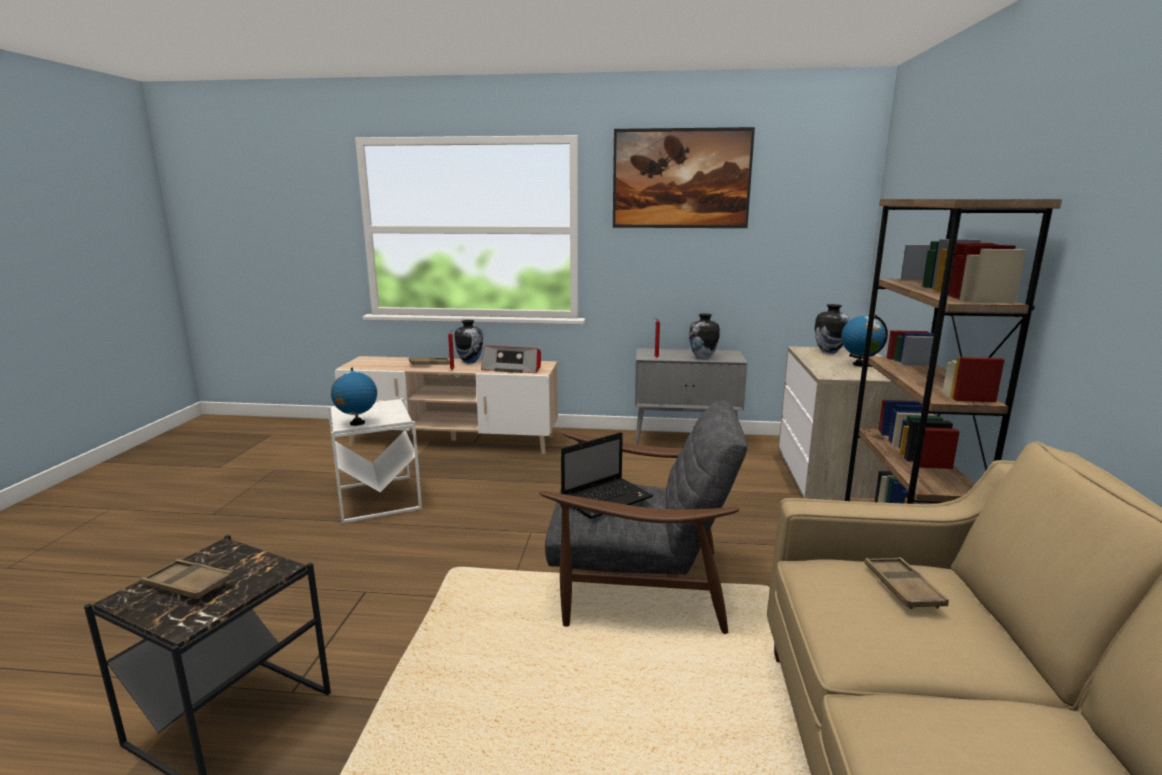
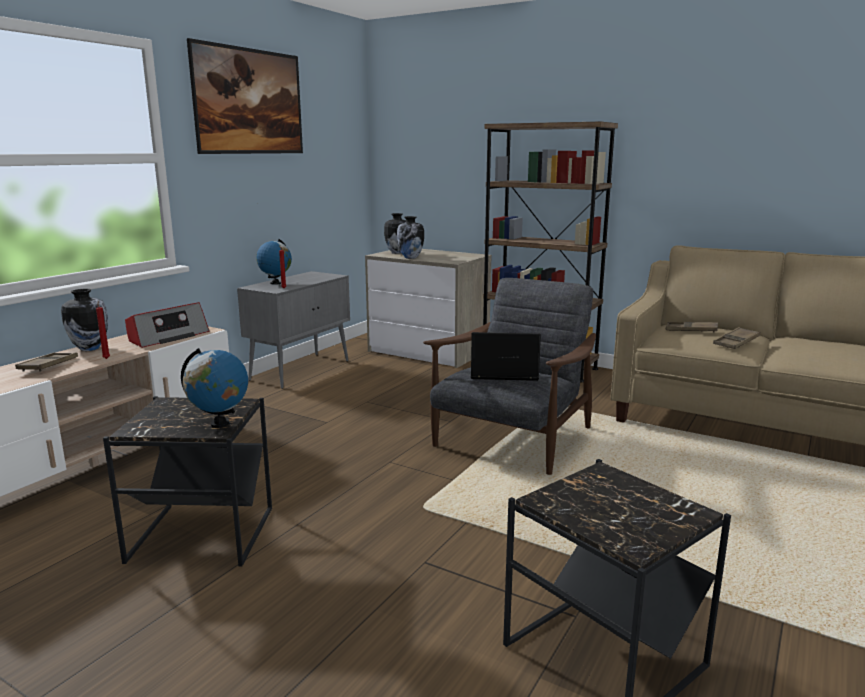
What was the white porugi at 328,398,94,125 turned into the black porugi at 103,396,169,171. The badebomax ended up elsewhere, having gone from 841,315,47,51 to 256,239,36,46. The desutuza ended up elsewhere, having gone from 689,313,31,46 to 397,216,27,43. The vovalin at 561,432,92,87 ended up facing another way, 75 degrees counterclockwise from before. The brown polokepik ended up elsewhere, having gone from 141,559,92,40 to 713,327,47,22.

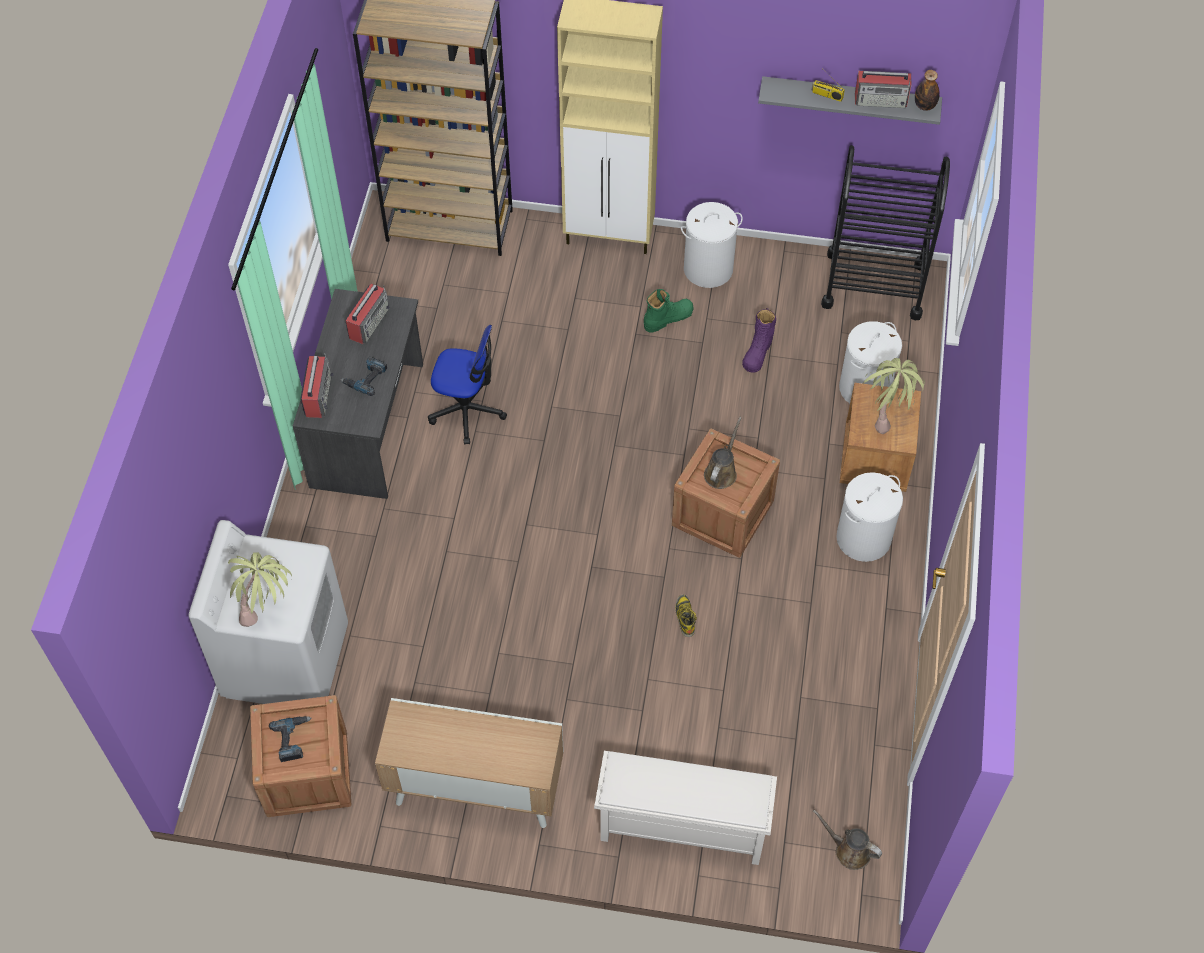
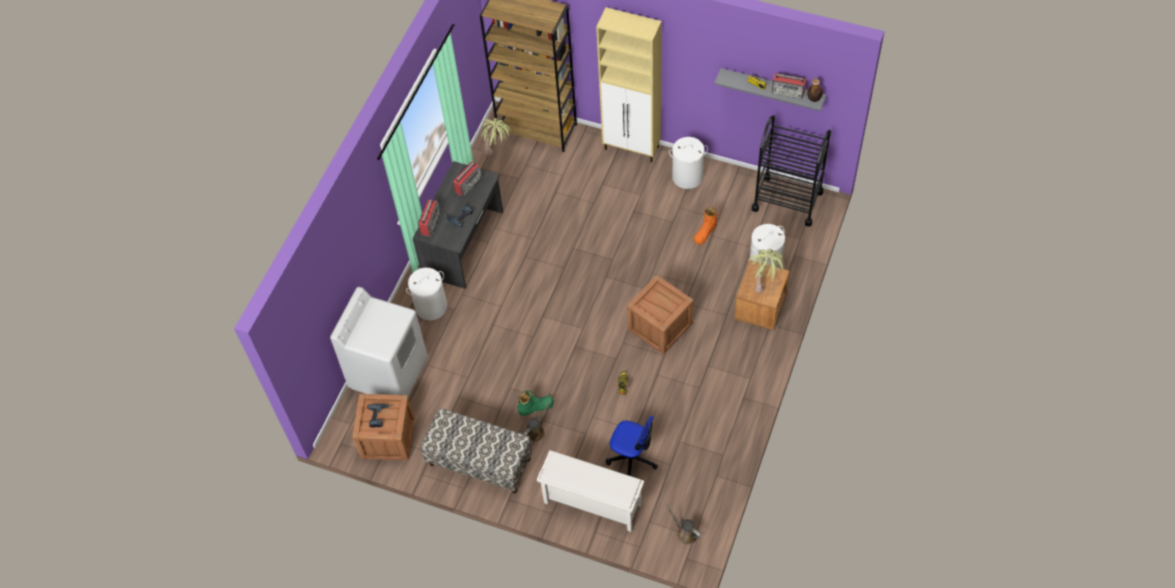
The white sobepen ended up elsewhere, having gone from 836,472,67,90 to 406,268,41,52. Where the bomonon stood at 375,698,189,130, the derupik came to stand at 421,408,111,86. The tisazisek ended up elsewhere, having gone from 228,552,64,75 to 481,118,30,38. The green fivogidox ended up elsewhere, having gone from 644,289,50,44 to 518,391,36,25. The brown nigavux ended up elsewhere, having gone from 704,417,38,72 to 524,400,26,42. The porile ended up elsewhere, having gone from 428,325,79,120 to 606,416,52,60. What was the purple fivogidox at 742,308,34,65 turned into the orange fivogidox at 694,206,23,39.

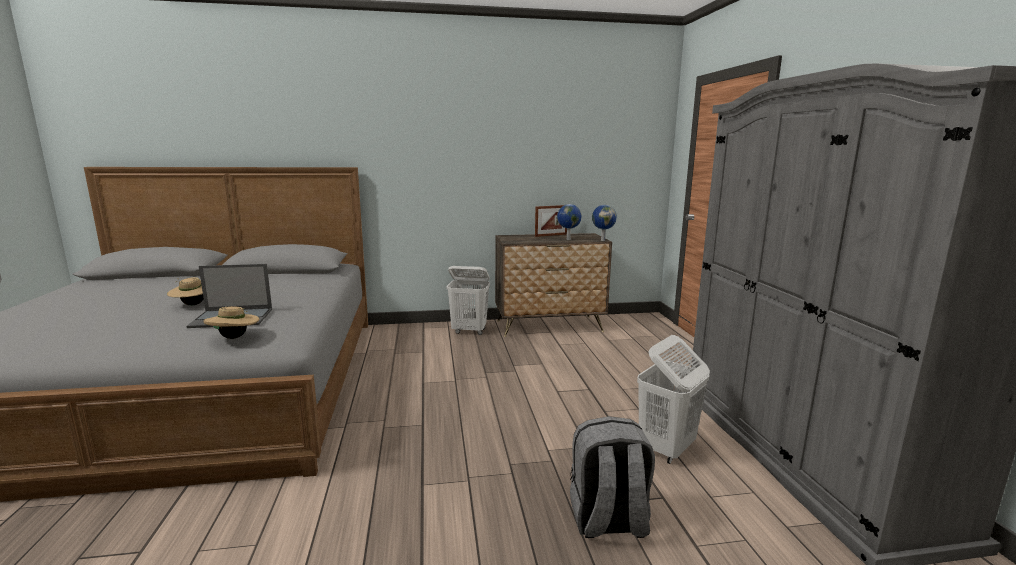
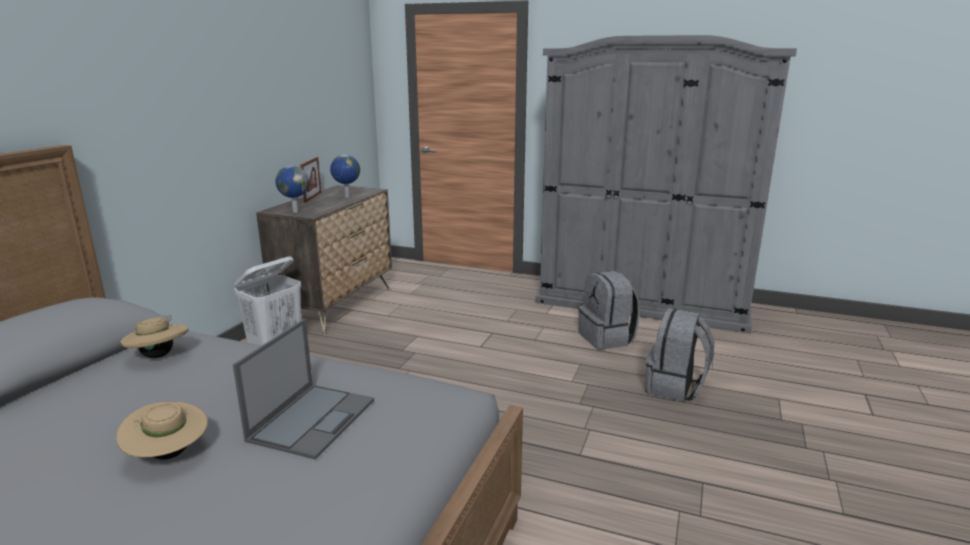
The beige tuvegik ended up elsewhere, having gone from 203,306,56,33 to 120,314,68,44. The badebomax ended up elsewhere, having gone from 592,205,25,36 to 275,165,34,48. Where the white sobepen stood at 637,335,73,129, the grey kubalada came to stand at 578,271,62,79.

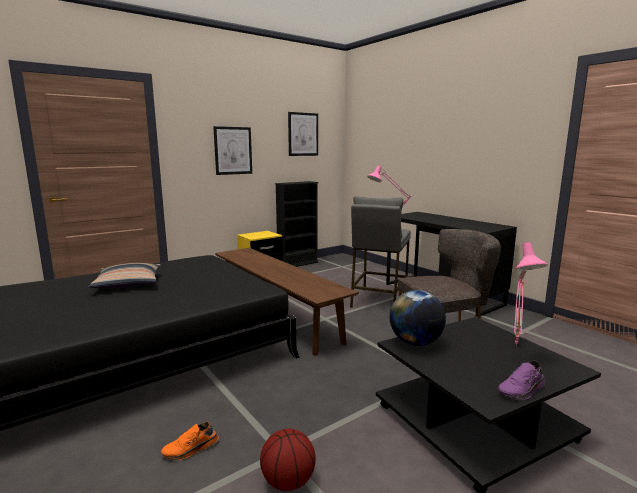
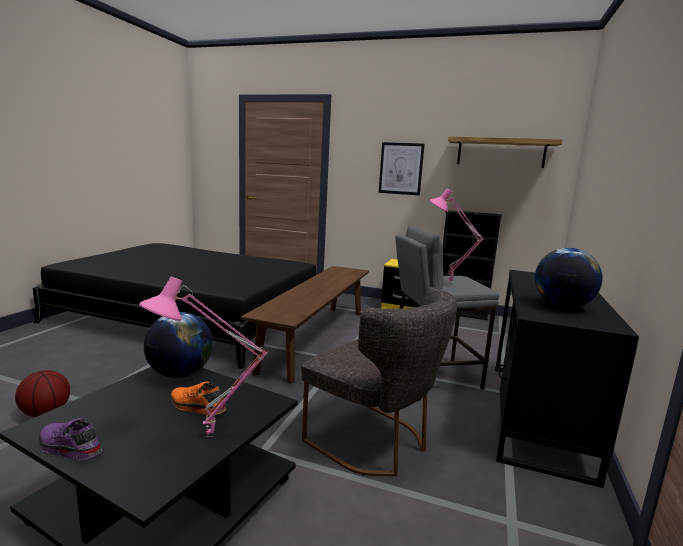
The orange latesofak ended up elsewhere, having gone from 161,422,58,38 to 171,382,55,33. Where the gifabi hung at 288,112,30,44, the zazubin came to hang at 448,136,115,32. The second view gained the badebomax at 535,248,68,60. The second view lost the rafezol at 88,263,73,25.

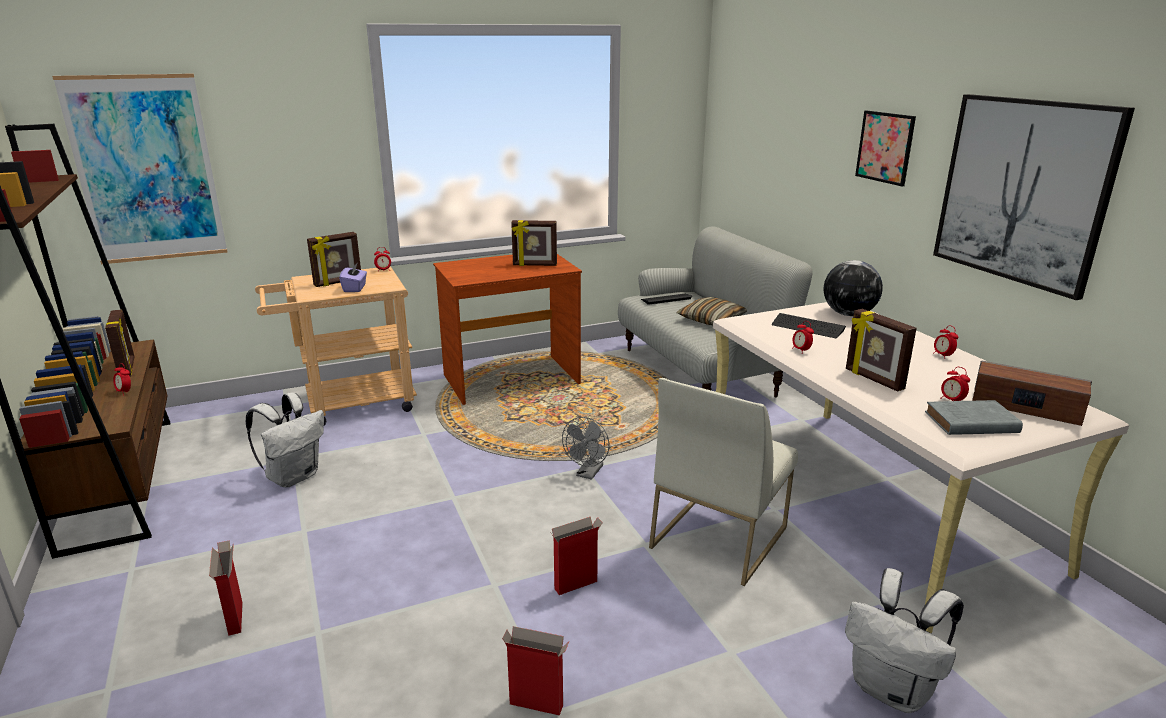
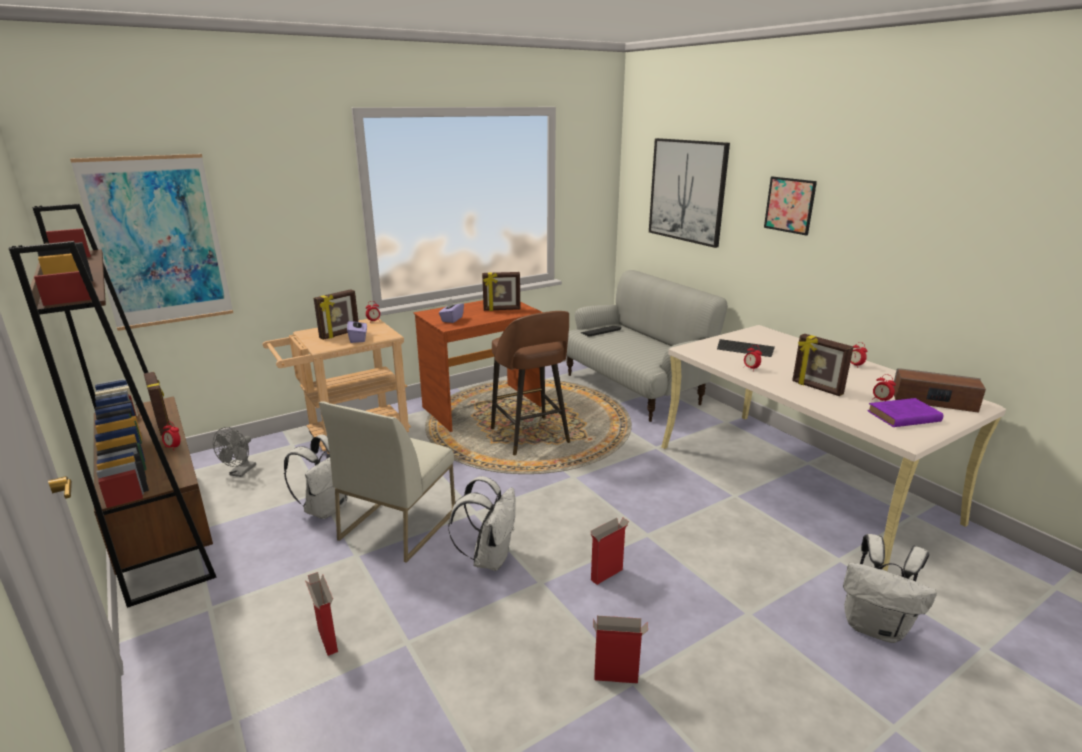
The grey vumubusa ended up elsewhere, having gone from 562,417,47,63 to 213,427,43,50. The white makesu ended up elsewhere, having gone from 649,378,149,208 to 319,401,136,162. The second view gained the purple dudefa at 439,299,25,24. The second view gained the white kubalada at 448,476,68,95. The second view gained the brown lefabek at 491,311,79,144. The gifabi ended up elsewhere, having gone from 933,94,202,206 to 649,138,81,110. What was the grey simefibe at 925,400,98,35 turned into the purple simefibe at 867,398,76,29. The second view lost the rafezol at 676,297,71,28. The second view lost the badebomax at 824,260,59,56.

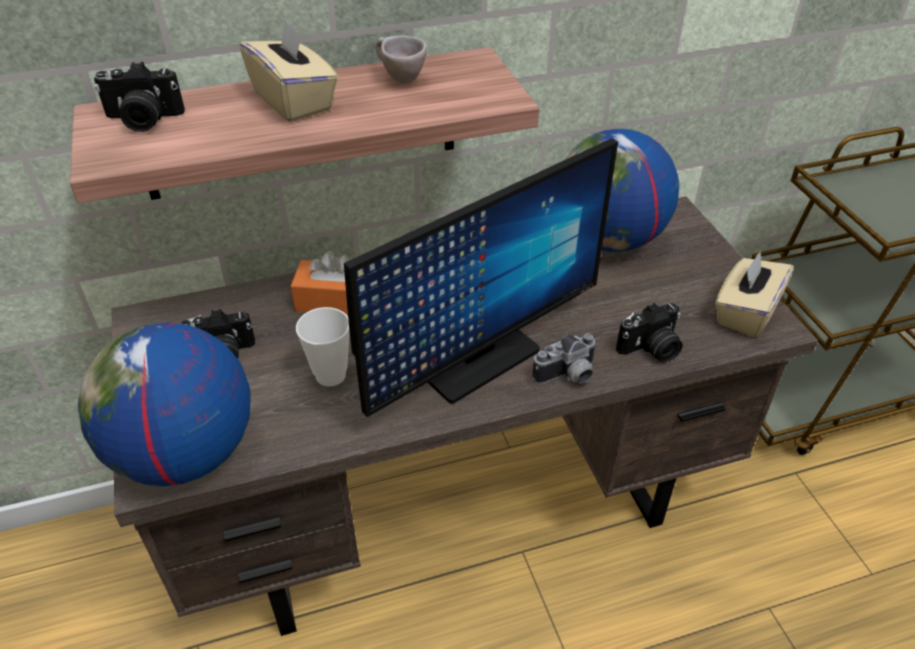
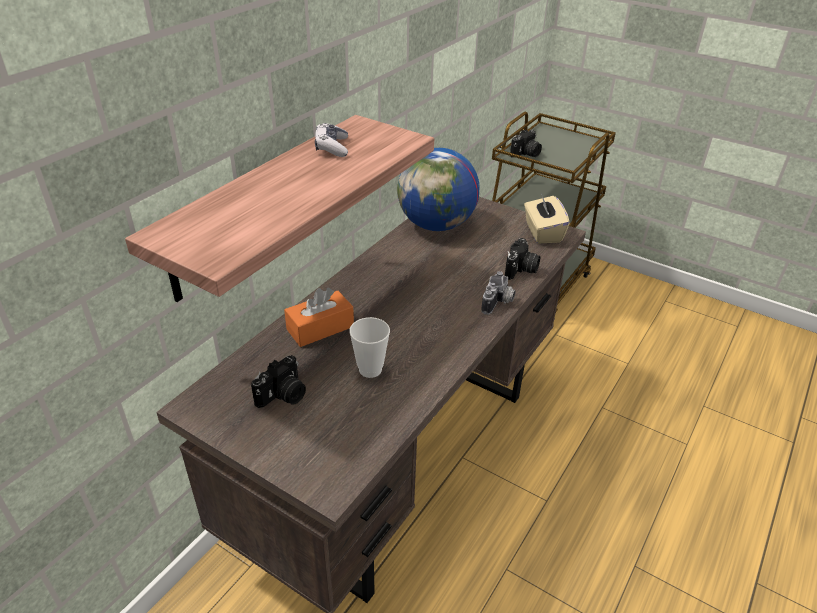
Where the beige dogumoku stood at 376,35,51,49, the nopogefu came to stand at 315,123,33,34. The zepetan ended up elsewhere, having gone from 94,62,91,70 to 510,129,32,29. The second view lost the badebomax at 78,323,173,163. The second view lost the beige dudefa at 239,18,99,104. The second view lost the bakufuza at 344,138,274,279.

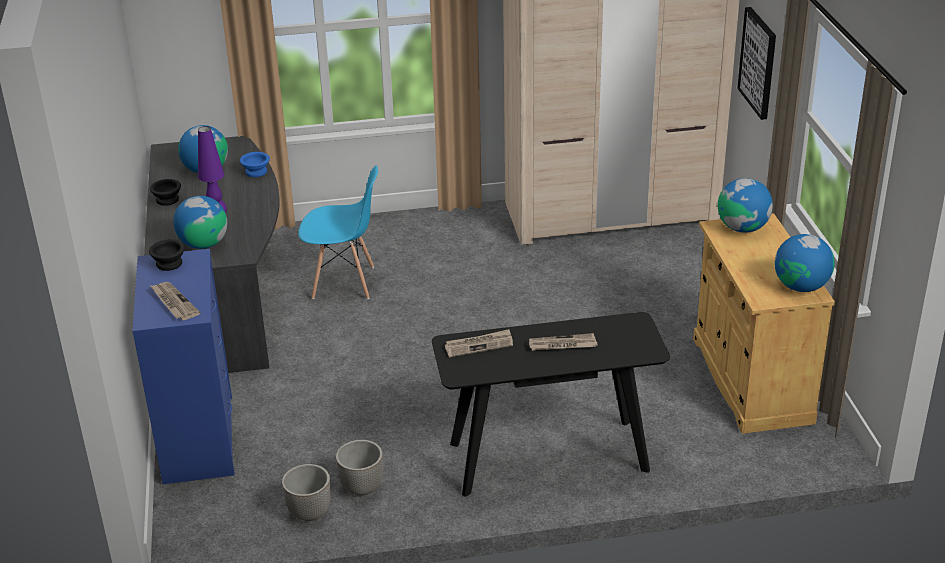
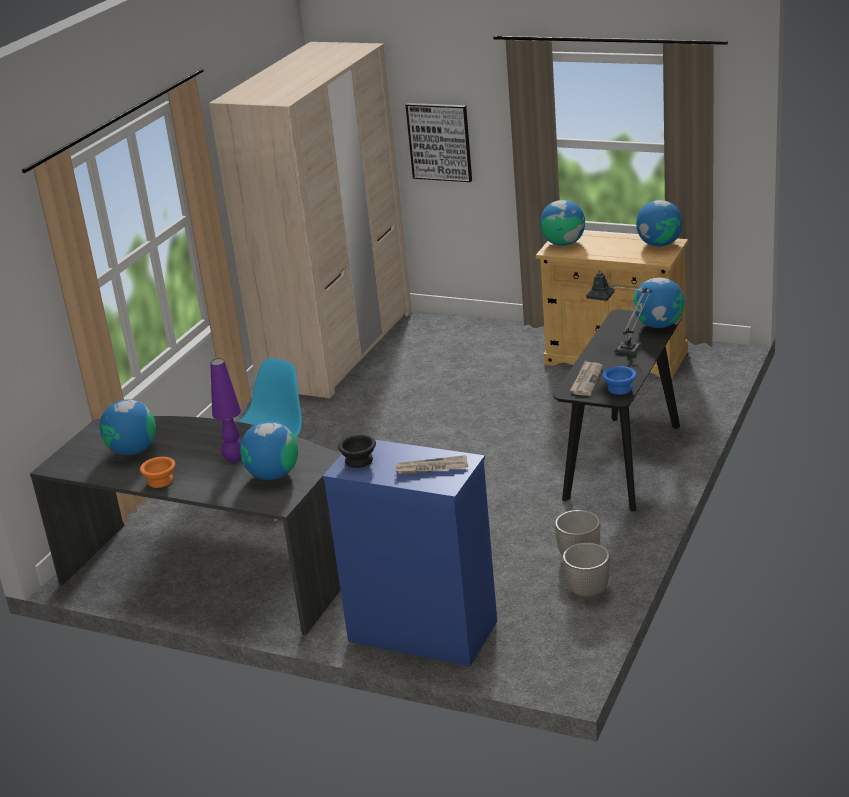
What was the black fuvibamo at 150,179,31,27 turned into the orange fuvibamo at 140,457,35,31. Where the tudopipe stood at 529,333,69,18, the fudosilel came to stand at 586,270,66,85. The blue fuvibamo ended up elsewhere, having gone from 240,152,30,25 to 603,366,34,29. The second view gained the badebomax at 633,278,52,50.

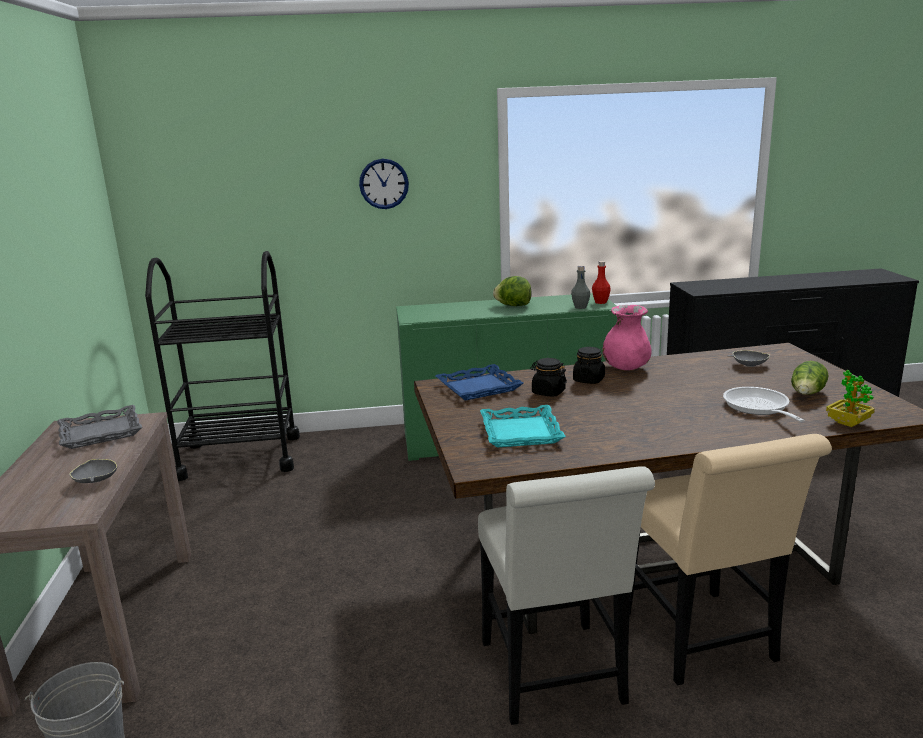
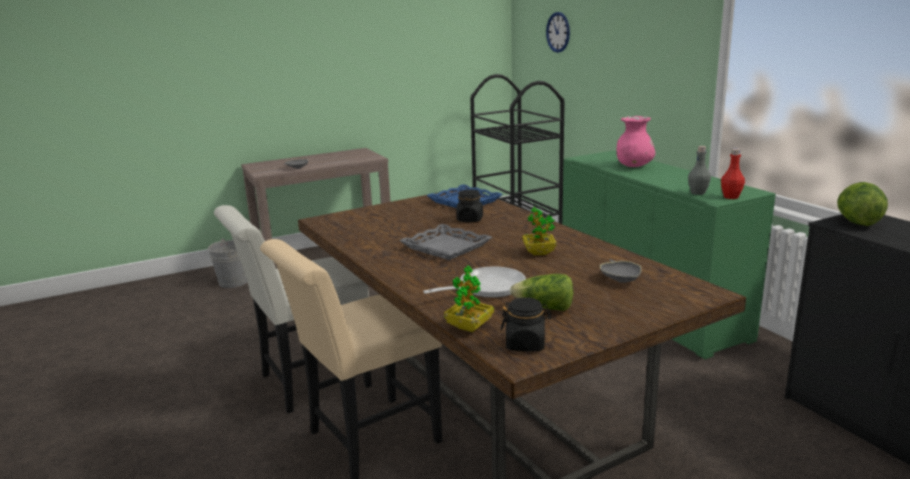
The grey polokepik ended up elsewhere, having gone from 57,405,85,44 to 399,224,93,36. The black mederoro ended up elsewhere, having gone from 573,347,32,37 to 501,297,51,55. The second view gained the tisazisek at 522,207,35,48. The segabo ended up elsewhere, having gone from 359,159,50,50 to 546,12,24,41. The pink desutuza ended up elsewhere, having gone from 602,305,49,65 to 617,116,38,51. The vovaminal ended up elsewhere, having gone from 493,276,39,30 to 837,182,51,44. The second view lost the turquoise polokepik at 480,405,86,43.

